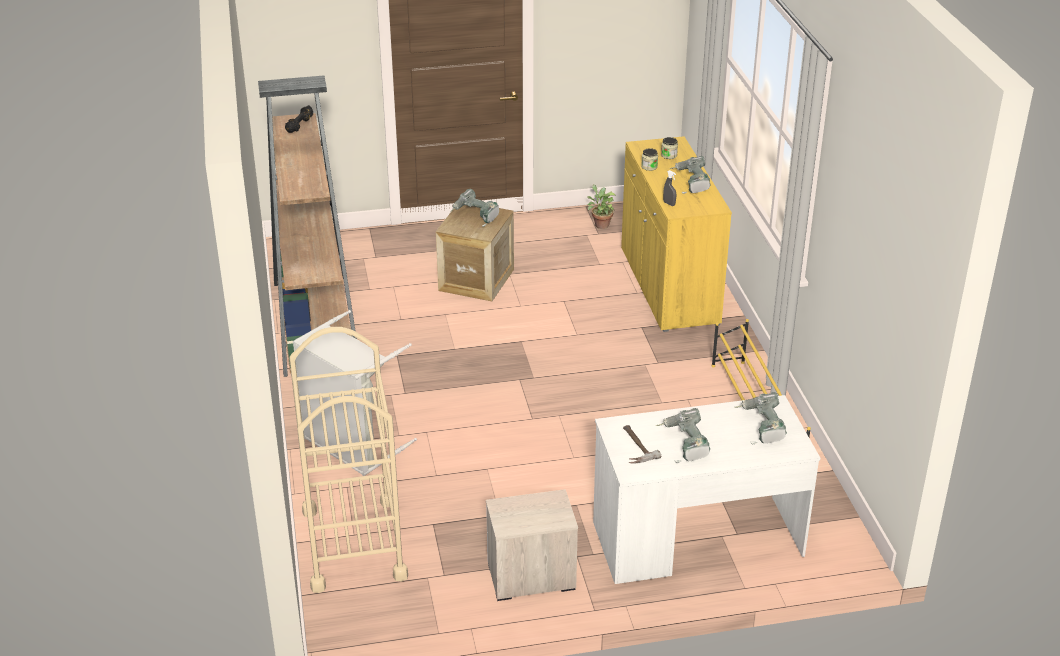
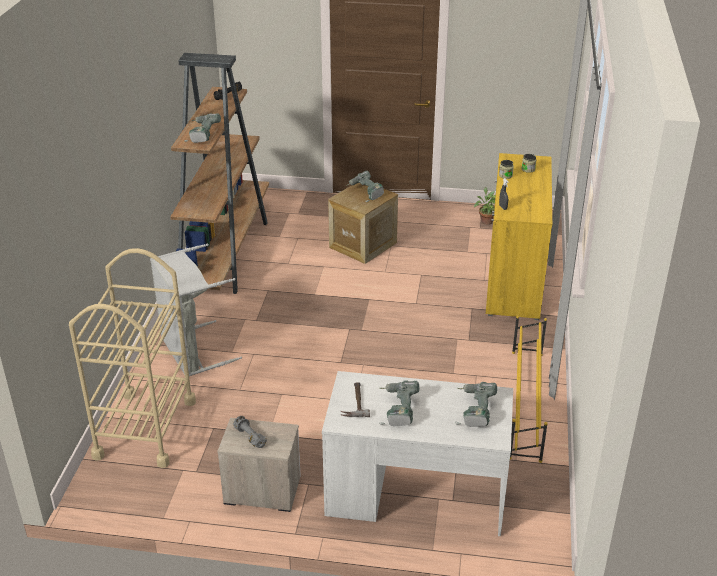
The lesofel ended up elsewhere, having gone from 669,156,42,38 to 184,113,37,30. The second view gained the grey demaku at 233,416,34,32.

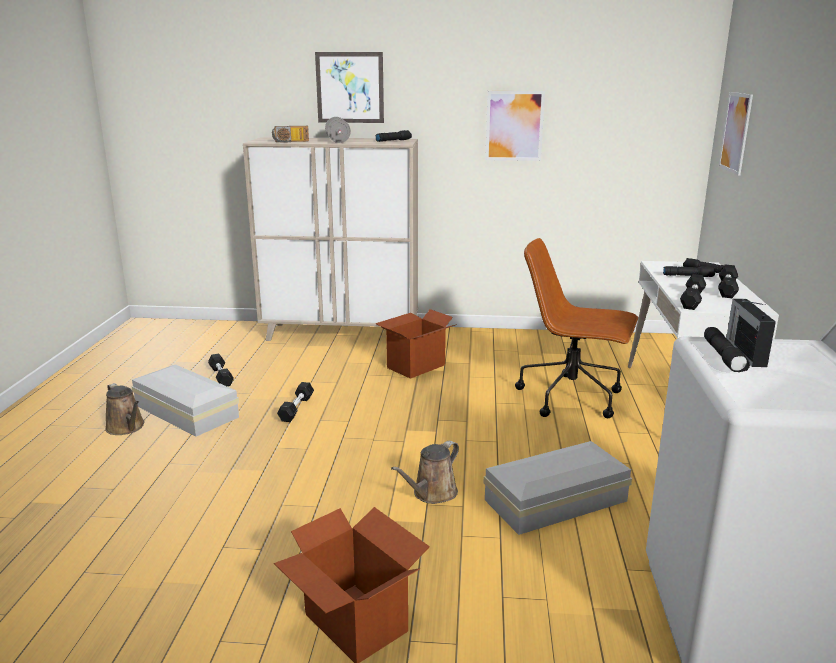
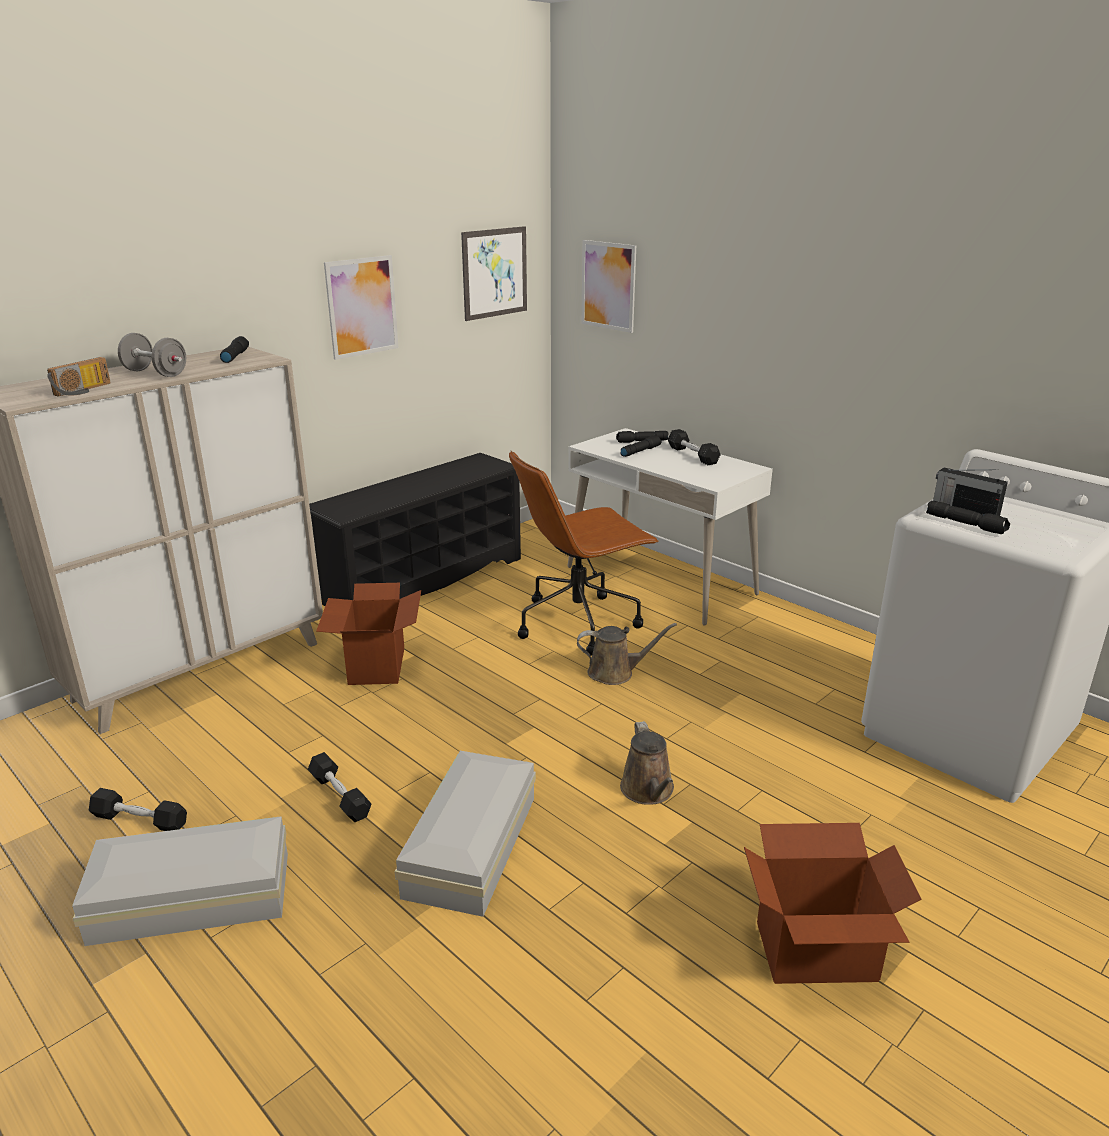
The second view gained the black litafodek at 309,453,212,153. The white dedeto ended up elsewhere, having gone from 484,441,148,94 to 395,751,141,166. The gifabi ended up elsewhere, having gone from 315,52,69,71 to 461,226,66,95. The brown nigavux ended up elsewhere, having gone from 105,383,40,52 to 577,623,100,62. The second view lost the black demaku at 680,274,26,36.

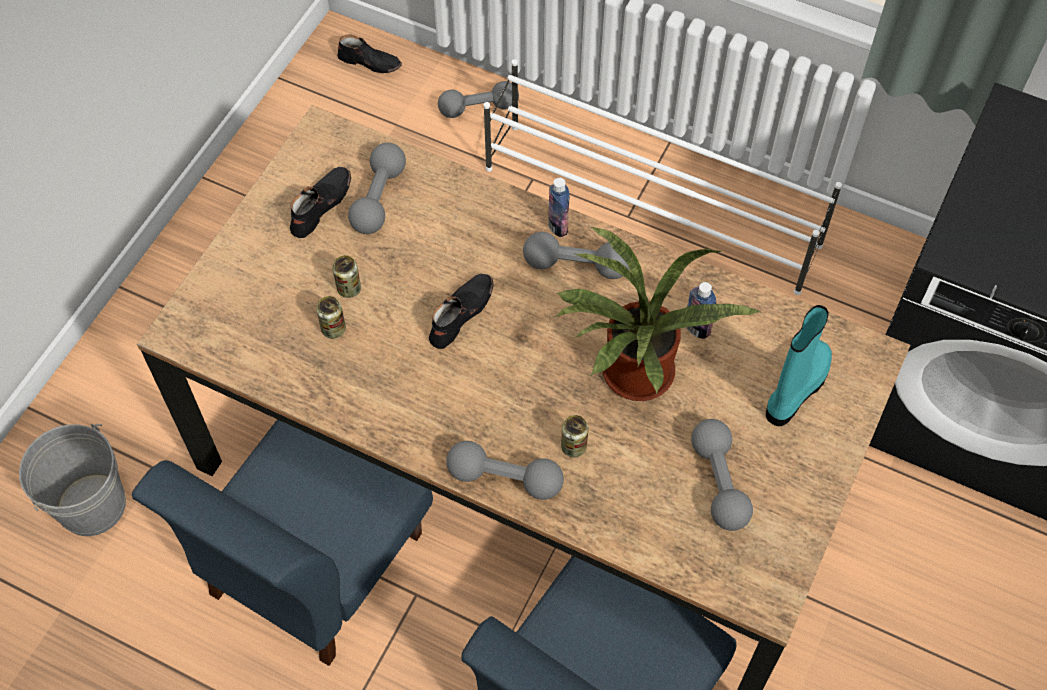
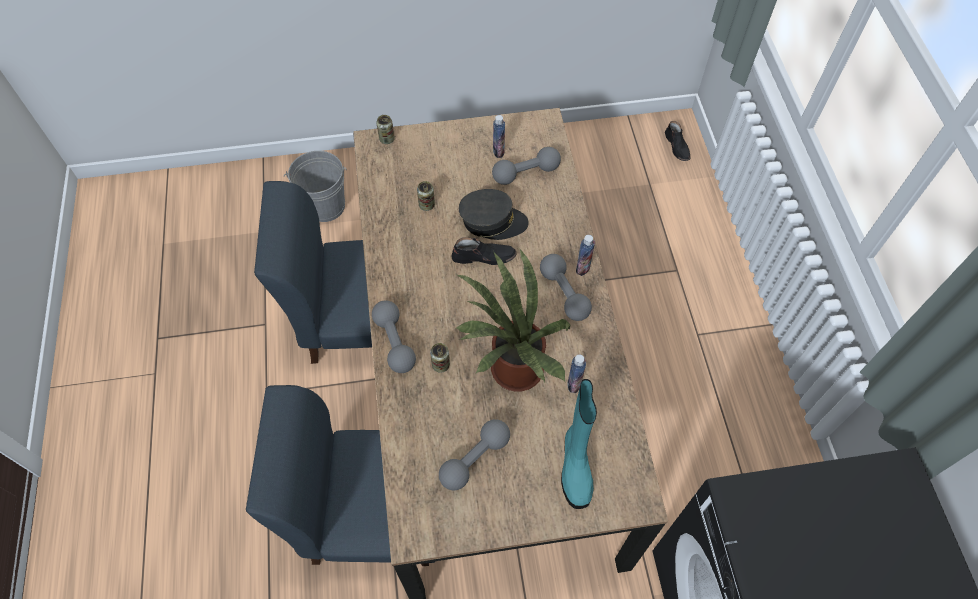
The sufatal ended up elsewhere, having gone from 332,255,29,43 to 376,115,19,29. The second view gained the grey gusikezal at 459,189,70,51. Where the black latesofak stood at 290,167,61,71, the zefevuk came to stand at 493,115,12,43. The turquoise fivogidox at 766,305,66,121 ended up facing another way, 90 degrees clockwise from before. The second view lost the grey demaku at 438,81,81,37. The second view lost the white litafodek at 484,59,358,236.

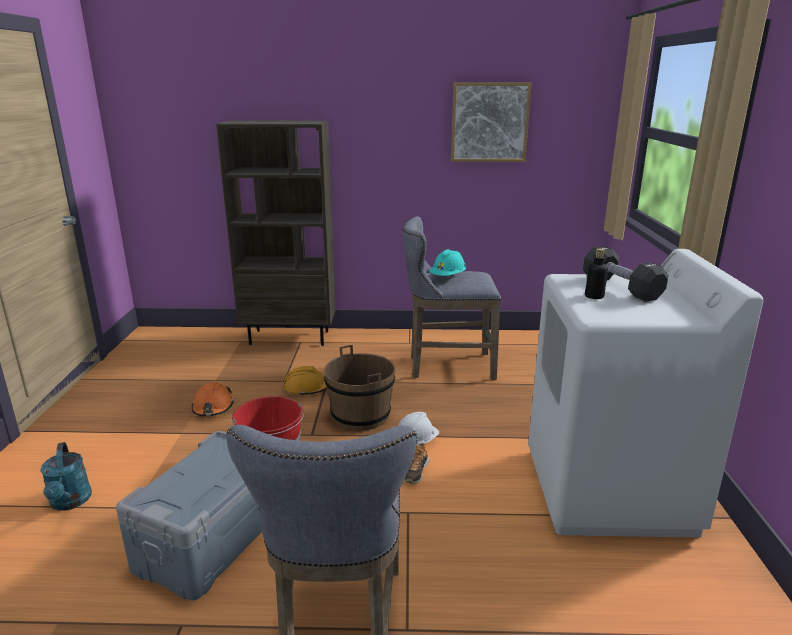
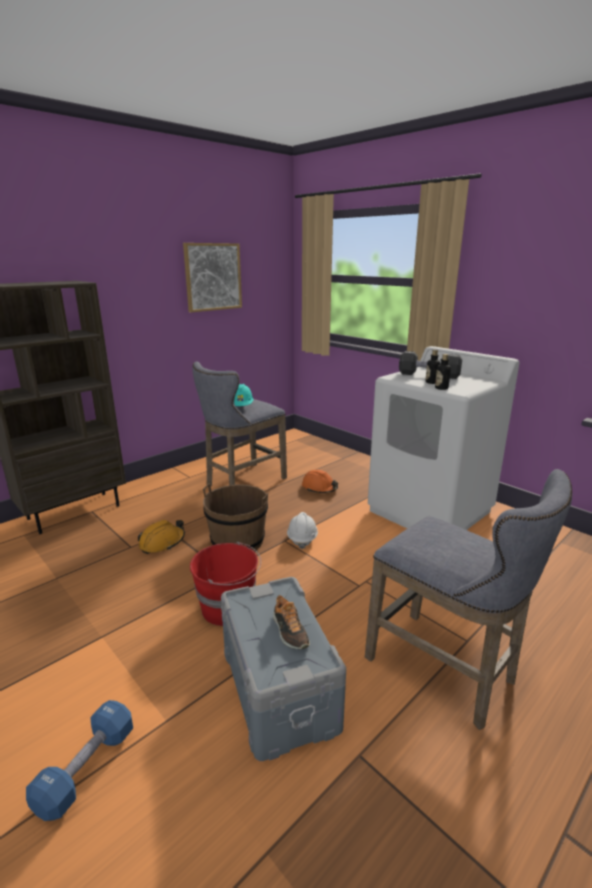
Where the turquoise nigavux stood at 40,442,52,69, the blue demaku came to stand at 26,700,107,121. The latesofak ended up elsewhere, having gone from 404,443,25,41 to 273,595,37,54. The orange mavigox ended up elsewhere, having gone from 192,382,42,34 to 302,470,36,23. The second view gained the zefevuk at 435,354,16,36.

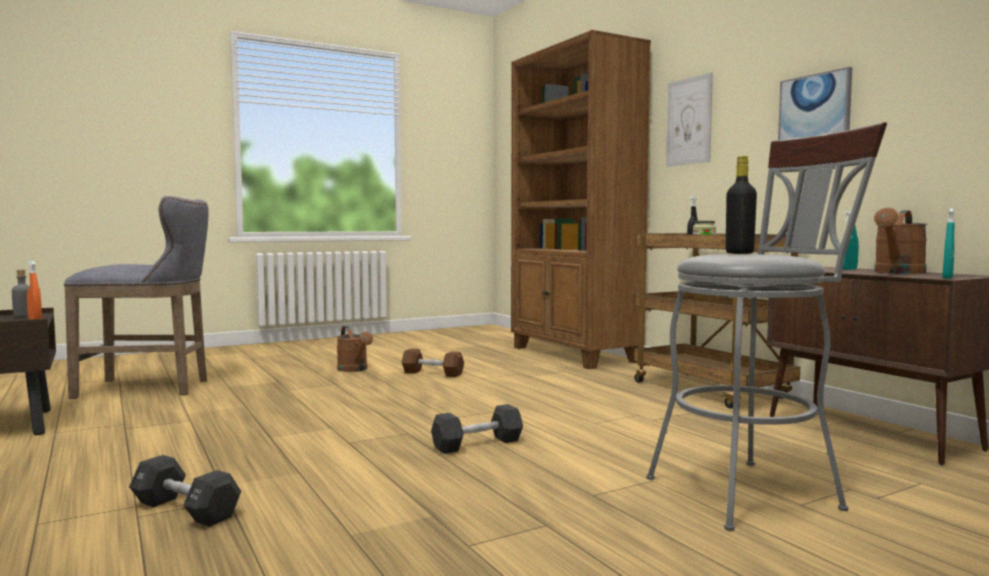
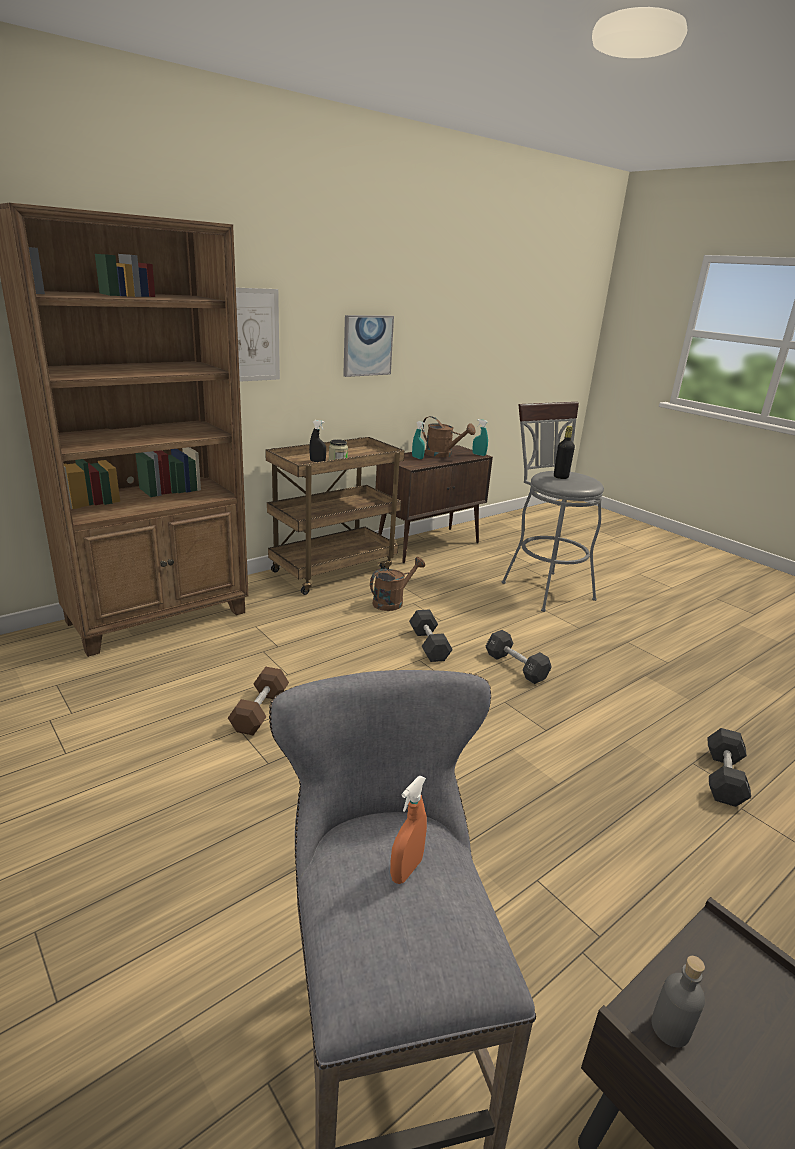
The brown nigavux ended up elsewhere, having gone from 337,326,36,46 to 370,557,55,54. The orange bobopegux ended up elsewhere, having gone from 27,261,15,59 to 390,776,37,108. The second view gained the black demaku at 409,609,44,53.

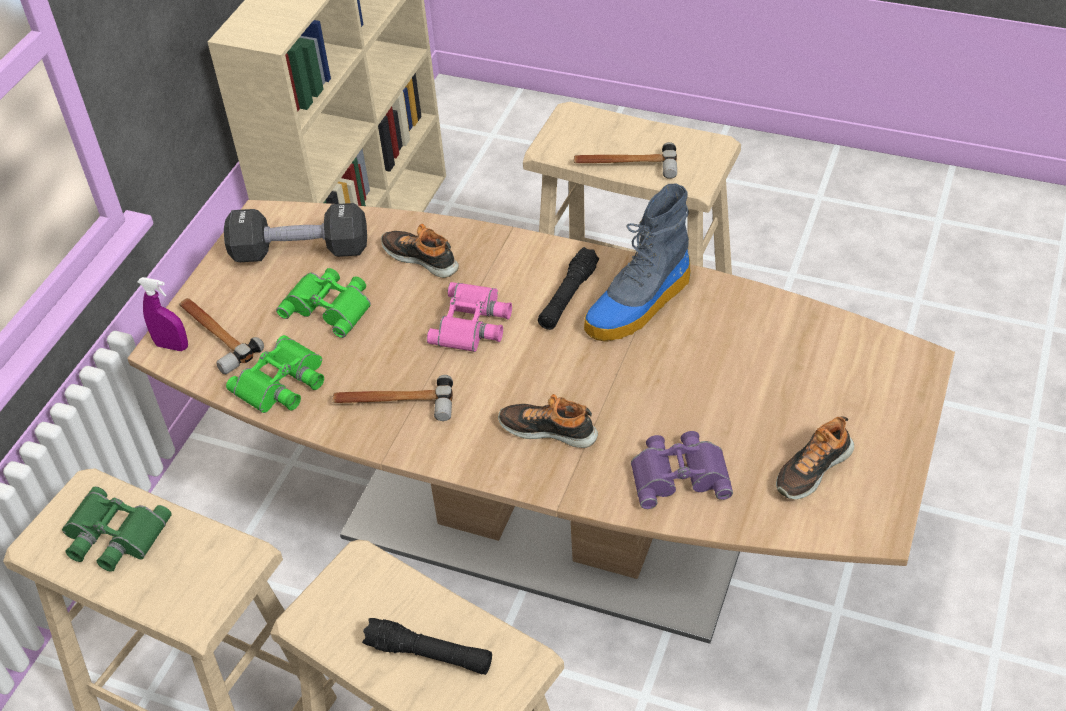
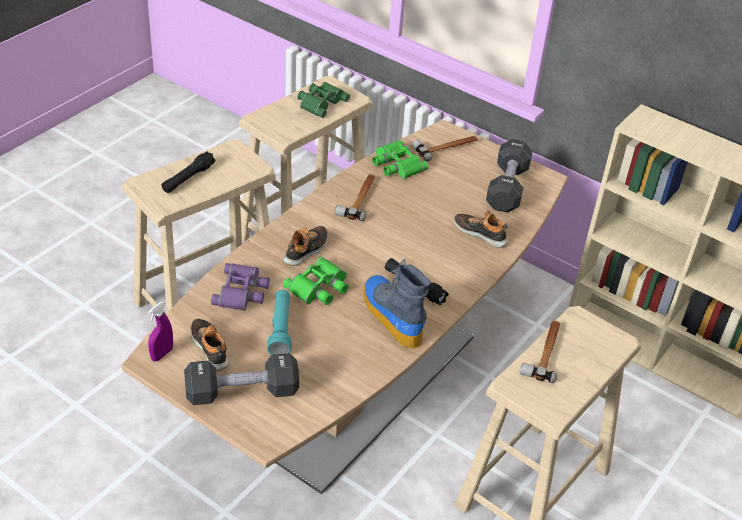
The purple bobopegux ended up elsewhere, having gone from 138,277,50,74 to 148,302,25,60. The second view gained the black demaku at 184,353,115,52. The second view gained the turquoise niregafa at 267,290,25,65. The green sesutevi ended up elsewhere, having gone from 276,268,95,70 to 283,257,65,48. The latesofak at 381,224,78,54 ended up facing another way, 105 degrees counterclockwise from before. The second view lost the pink sesutevi at 427,282,85,70.

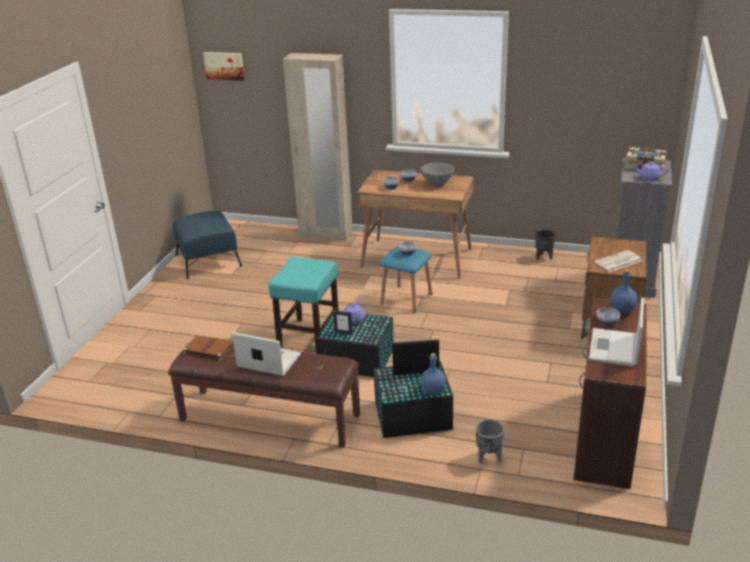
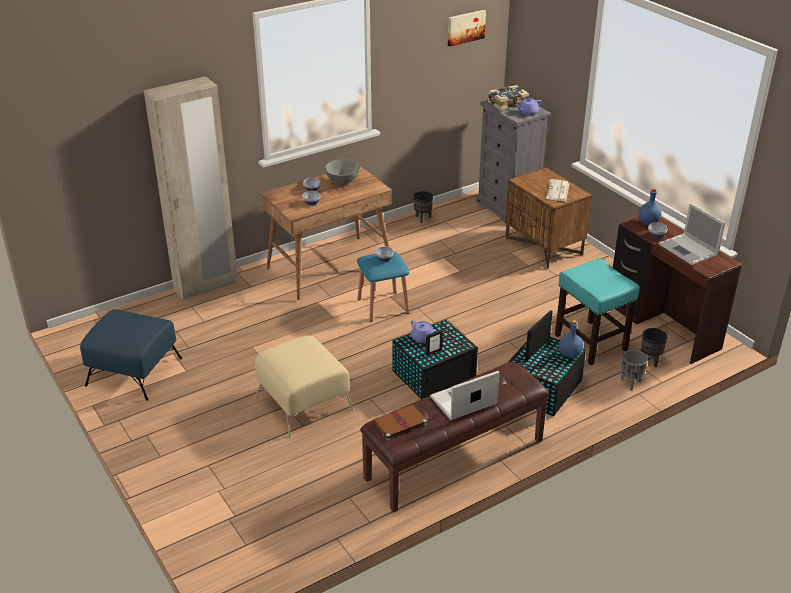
The second view gained the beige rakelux at 255,335,99,103. The gifabi ended up elsewhere, having gone from 203,52,42,29 to 448,10,38,37. The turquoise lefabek ended up elsewhere, having gone from 268,257,71,97 to 555,258,85,107. The second view gained the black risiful at 641,328,26,39.

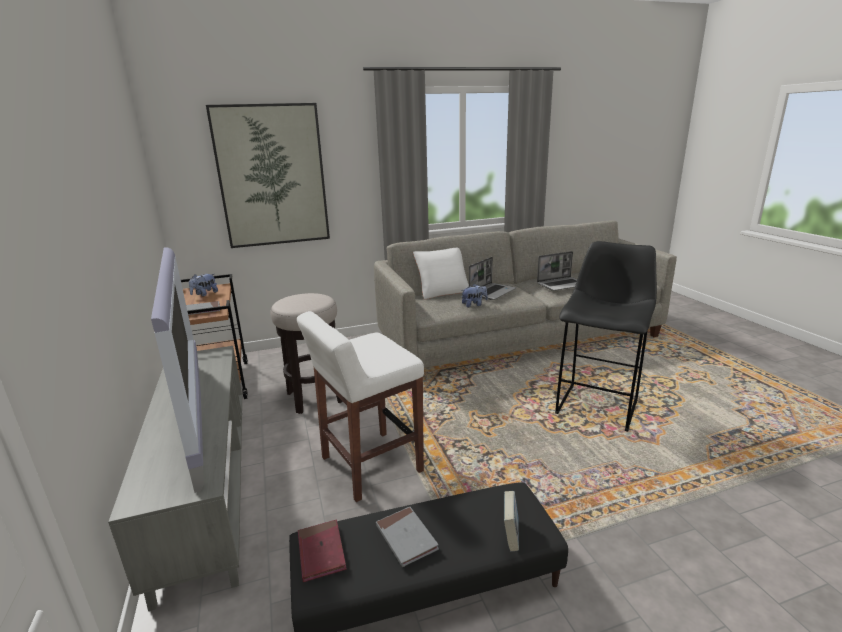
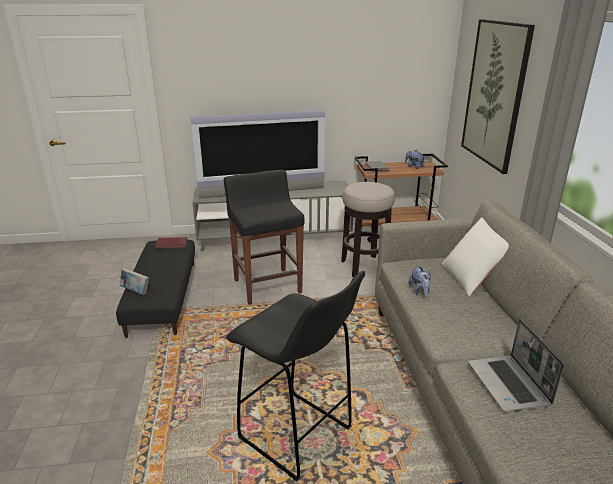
What was the white lefabek at 297,311,127,191 turned into the black lefabek at 224,170,80,135. The second view lost the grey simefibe at 376,507,63,60. The second view lost the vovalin at 469,257,47,43.

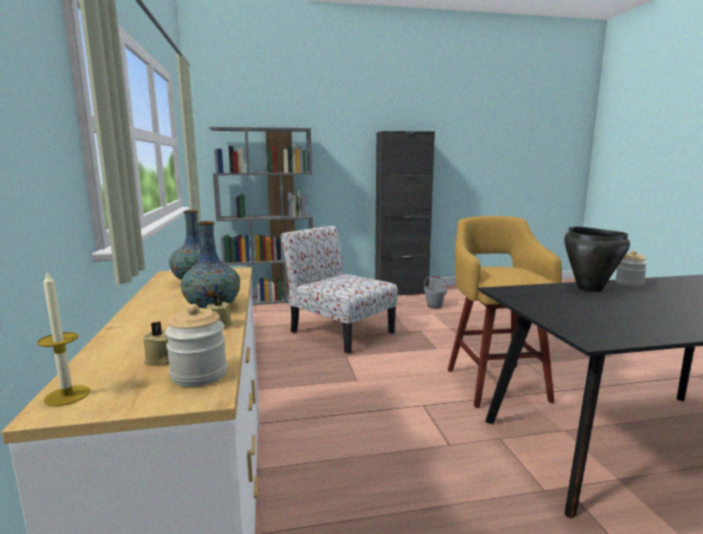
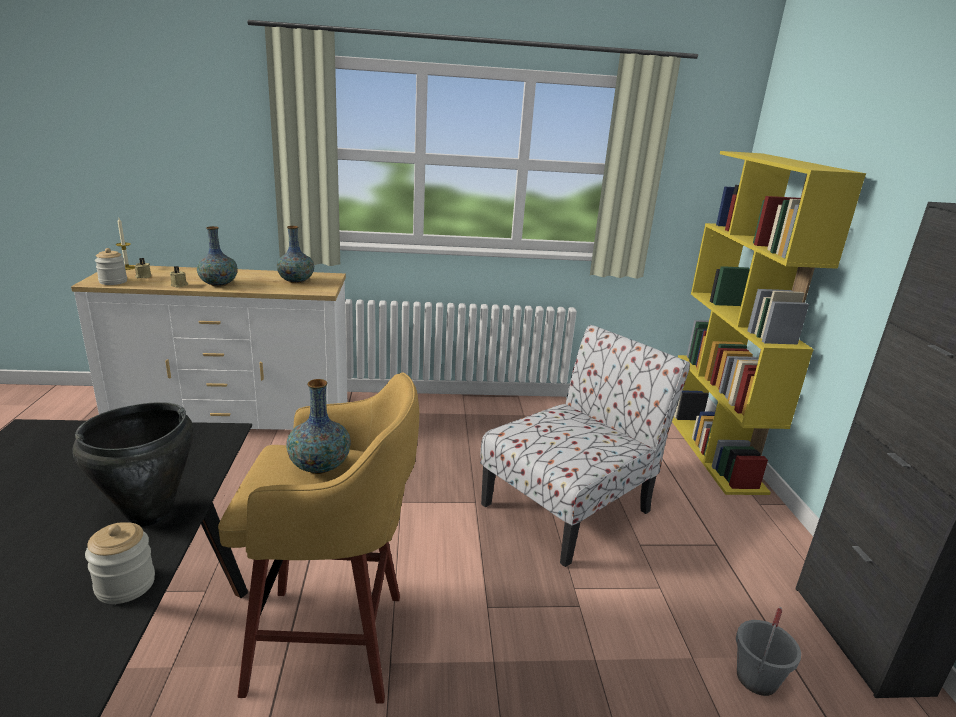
The second view gained the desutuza at 286,379,65,95. What was the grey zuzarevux at 209,127,104,178 turned into the yellow zuzarevux at 672,151,194,344.

